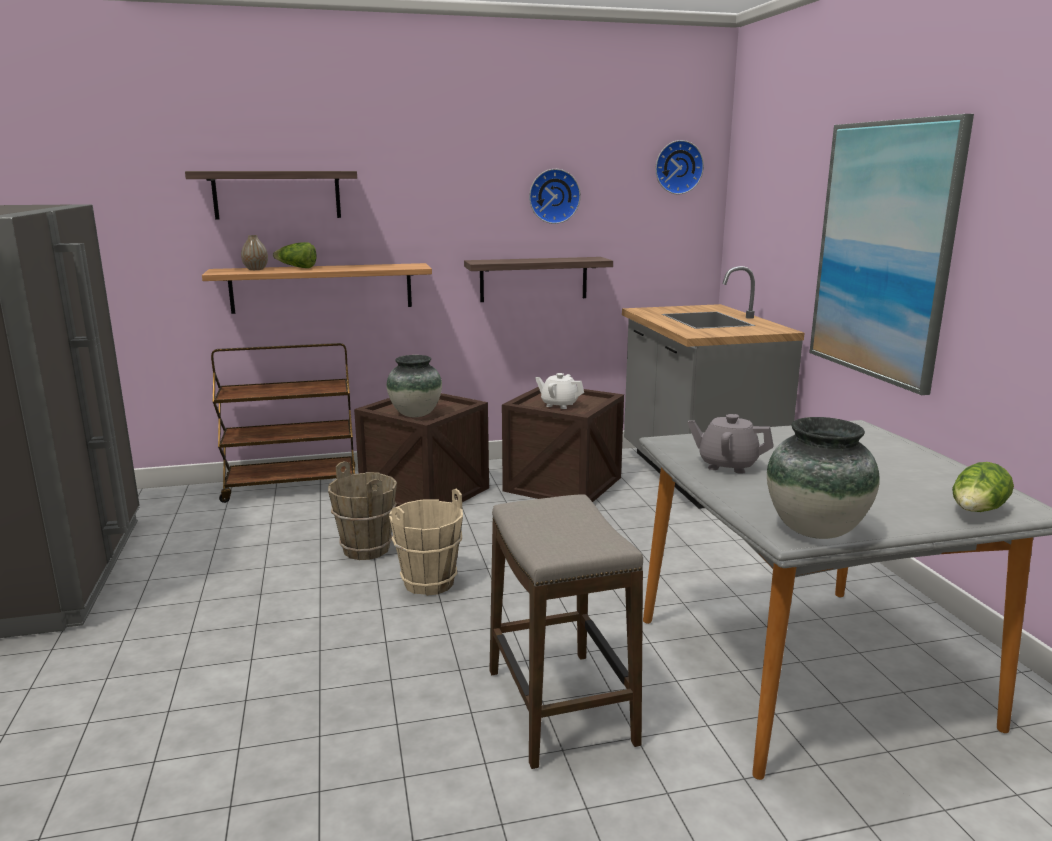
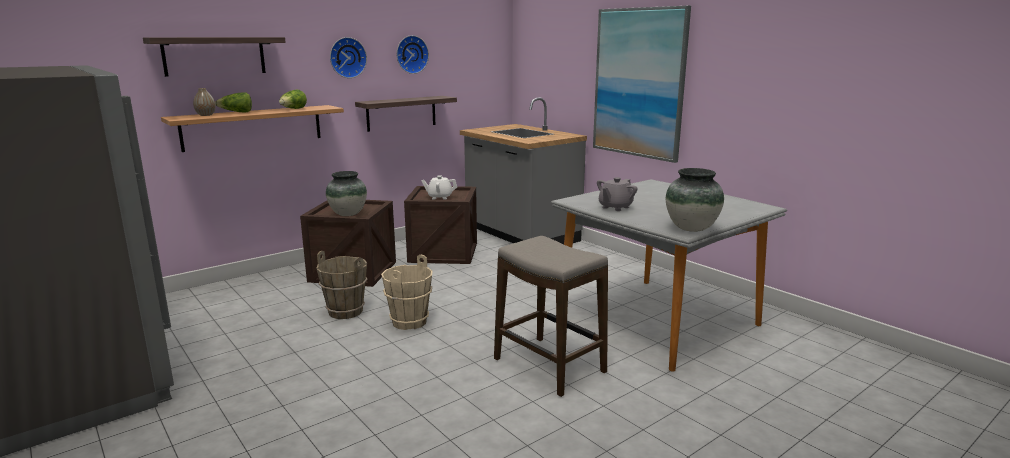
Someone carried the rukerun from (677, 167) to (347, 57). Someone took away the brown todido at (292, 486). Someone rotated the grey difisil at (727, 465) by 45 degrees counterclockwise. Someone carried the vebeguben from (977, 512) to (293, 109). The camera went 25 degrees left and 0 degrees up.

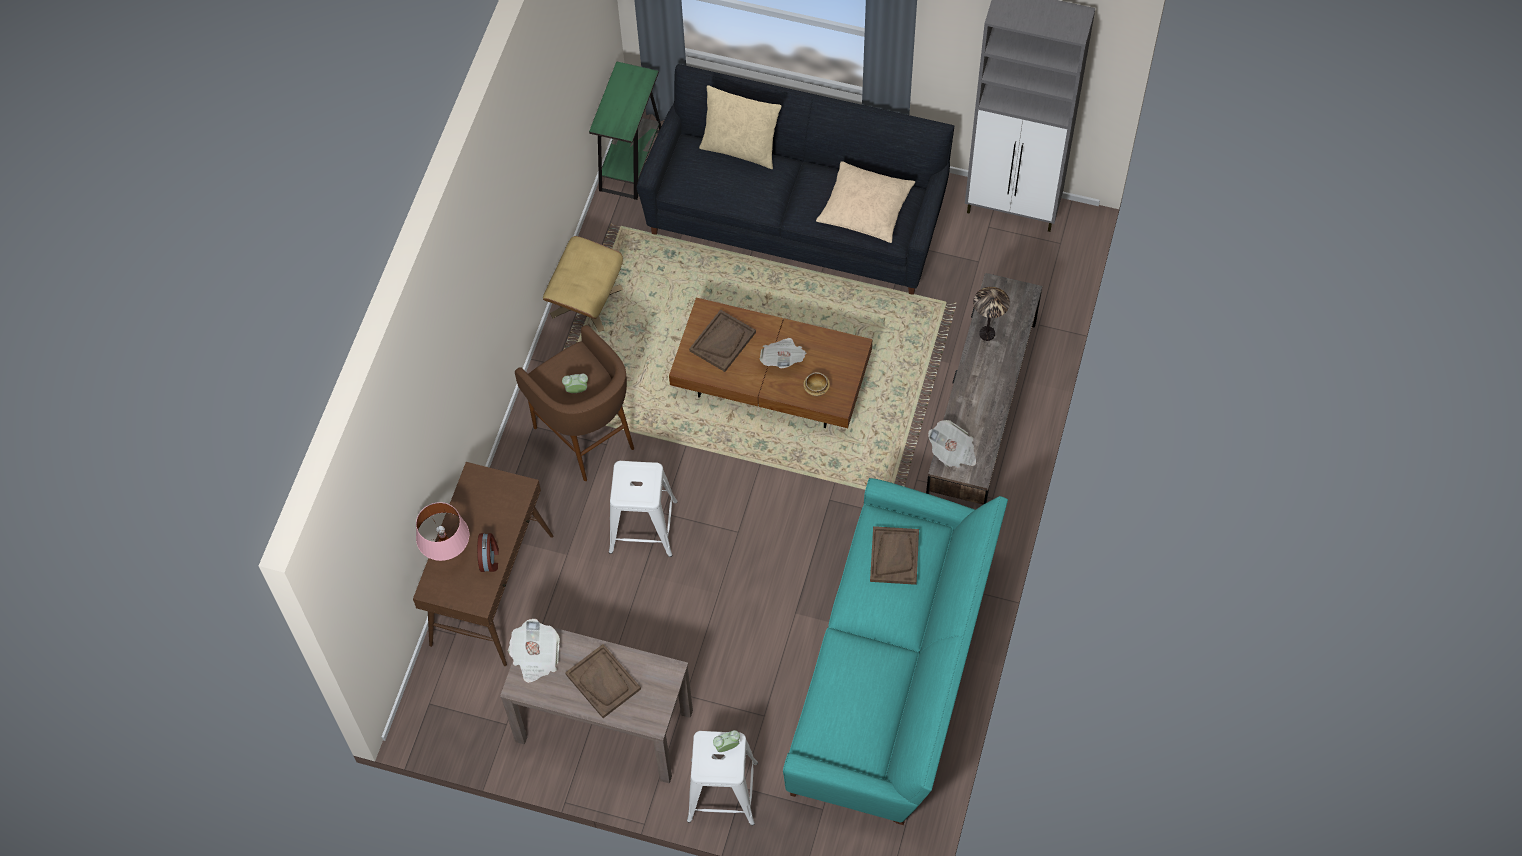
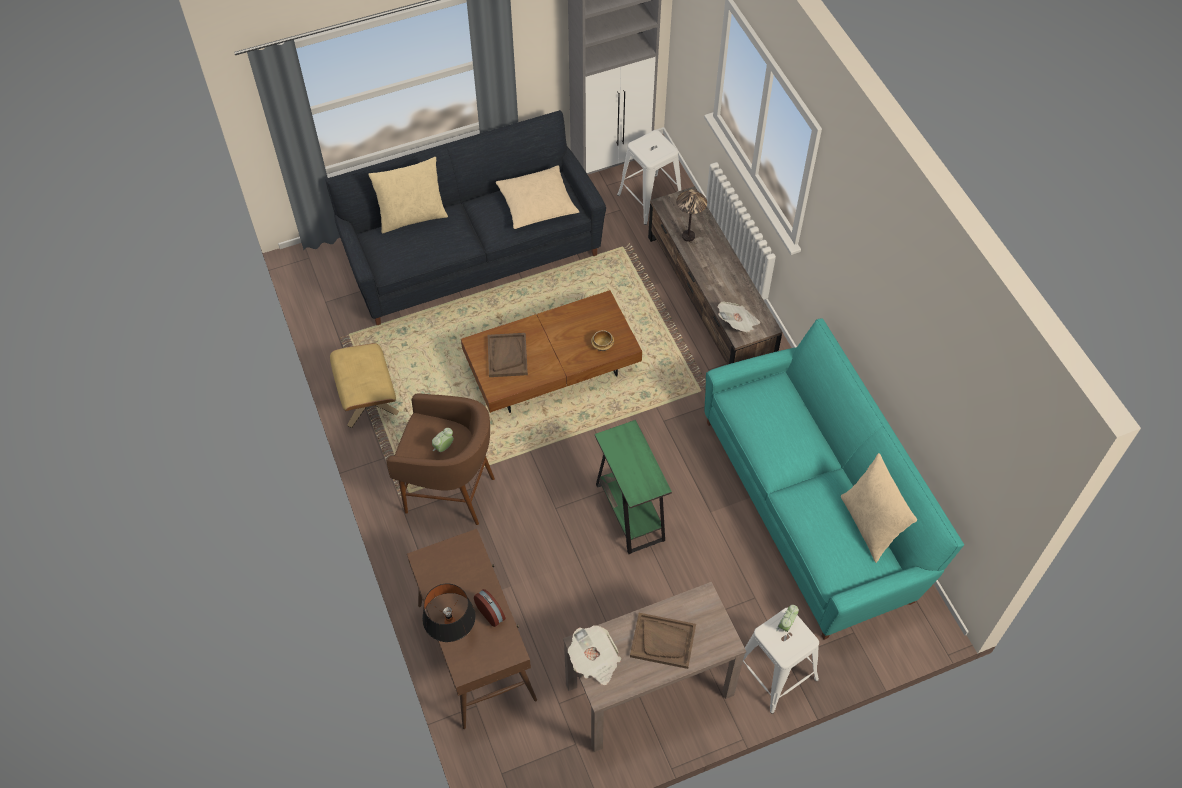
Someone carried the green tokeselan from (631, 160) to (630, 512). Someone took away the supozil at (782, 359). Someone carried the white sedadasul from (643, 526) to (650, 199). Someone repainted the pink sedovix at (447, 551), which became the black sedovix at (451, 631). Someone took away the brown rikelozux at (894, 556). Someone put down the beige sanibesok at (870, 525). The camera went 40 degrees left and 5 degrees down.

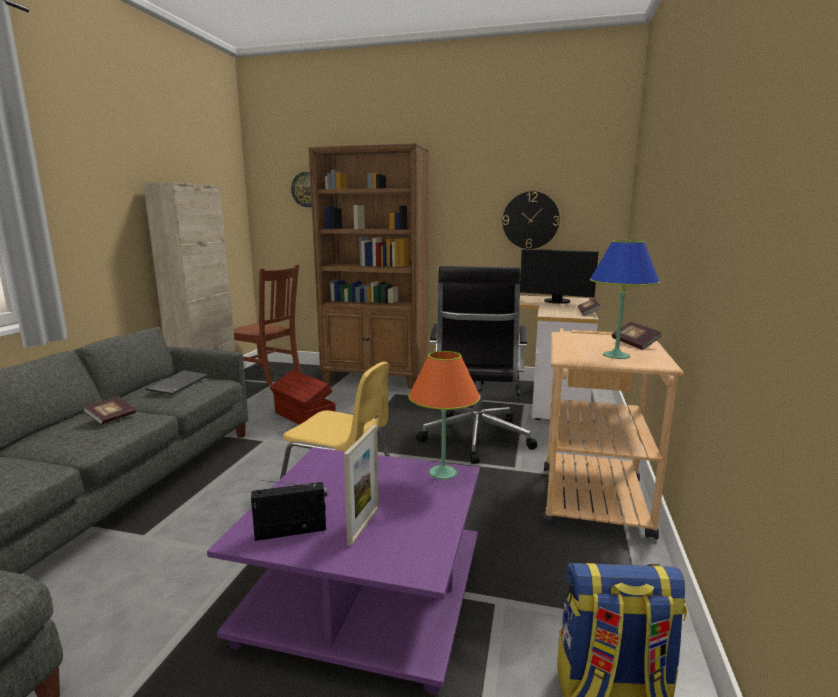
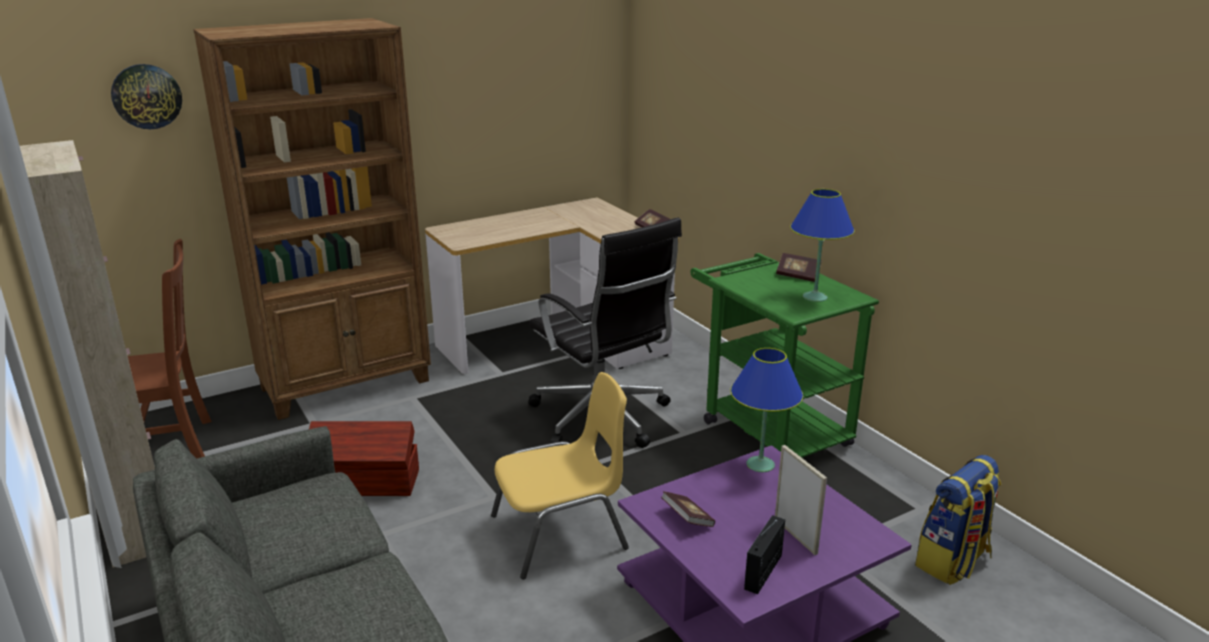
Someone took away the rukerun at (530, 220). Someone took away the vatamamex at (556, 301). Someone repainted the beige todido at (592, 493), which became the green todido at (767, 427). Someone repainted the orange sedovix at (443, 473), which became the blue sedovix at (760, 464). Someone took away the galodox at (178, 383). Someone carried the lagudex from (111, 418) to (687, 519). The camera went 45 degrees left and 10 degrees up.

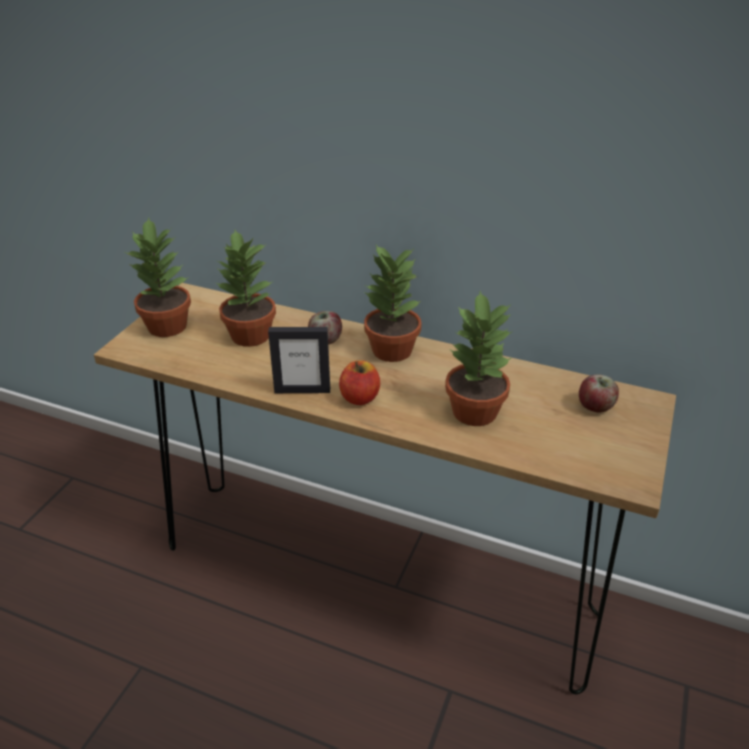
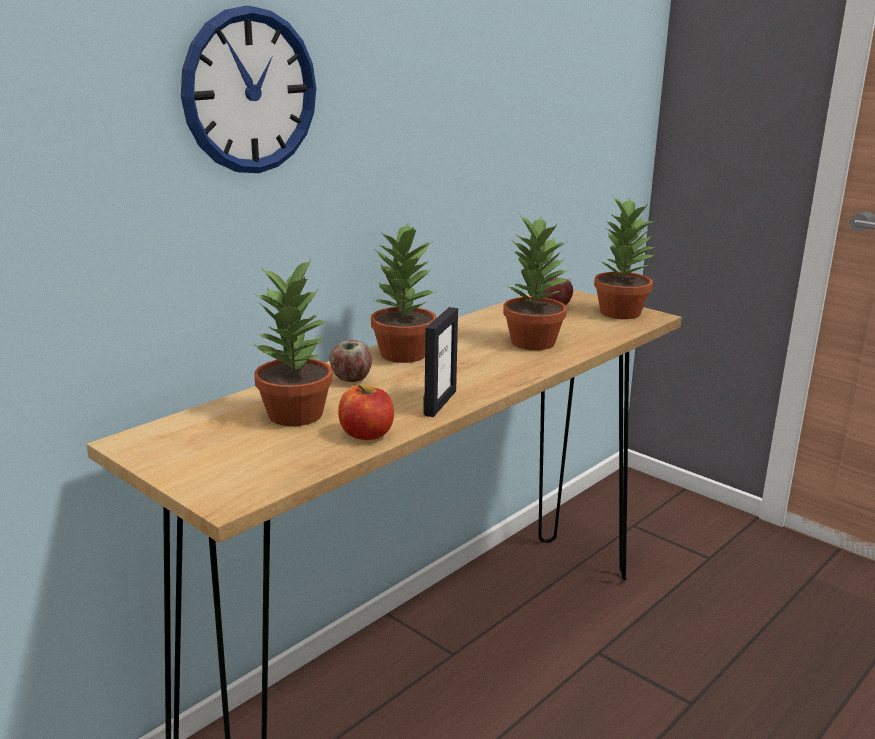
Someone carried the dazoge from (168, 326) to (619, 312). Someone carried the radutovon from (360, 397) to (366, 434). Someone put up the rukerun at (250, 91). The camera went 70 degrees left and 15 degrees down.

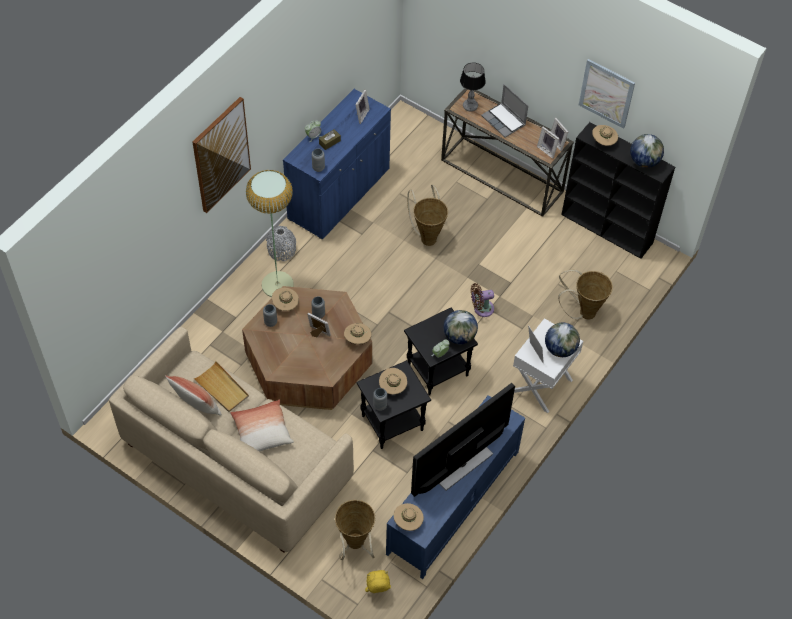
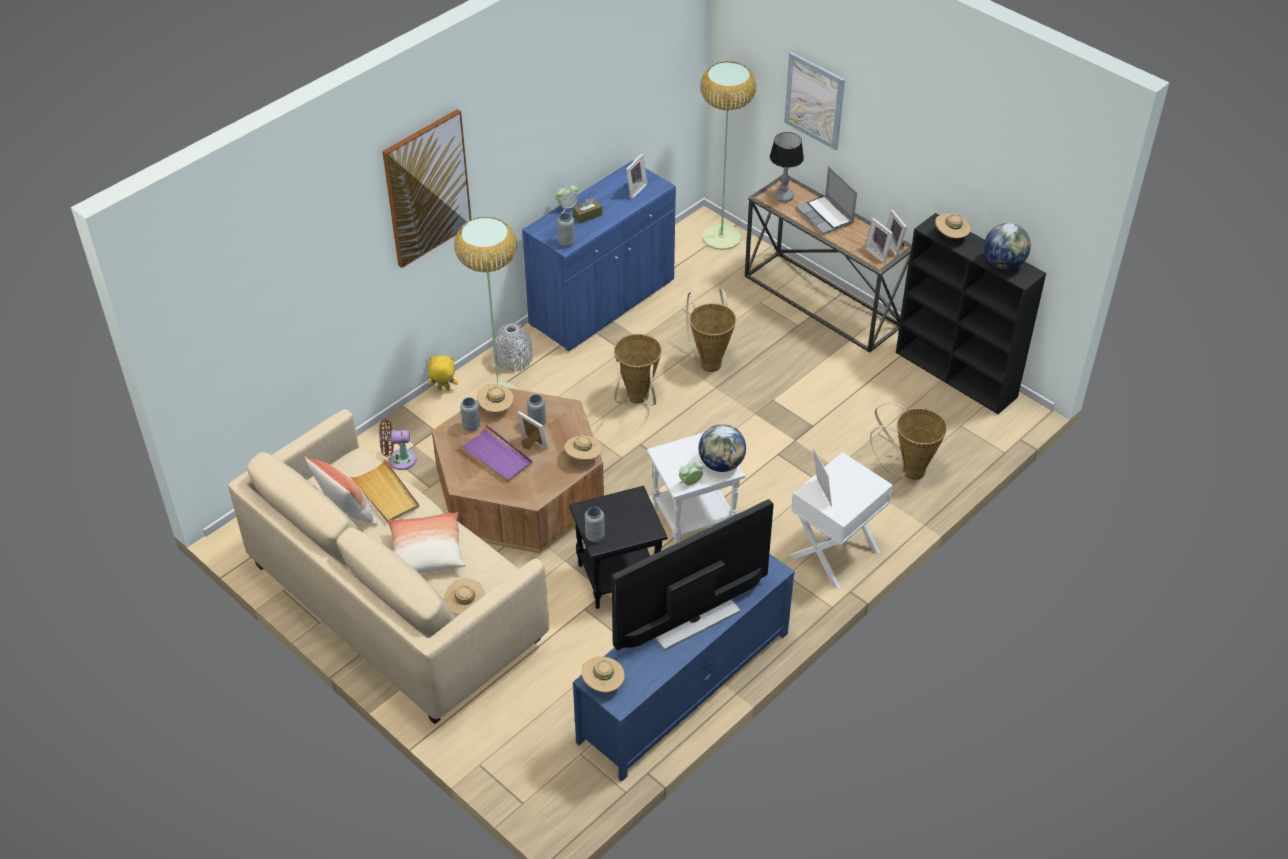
Someone carried the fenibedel from (606, 93) to (814, 100). Someone carried the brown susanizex from (481, 309) to (399, 459). Someone repainted the black tokeselan at (437, 371), which became the white tokeselan at (693, 521). Someone took away the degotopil at (560, 349). Someone carried the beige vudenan from (392, 387) to (465, 607). Someone carried the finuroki from (355, 546) to (637, 400). Someone carried the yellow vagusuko from (377, 592) to (443, 390). Someone put down the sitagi at (722, 237). Someone put down the purple rikelozux at (496, 456). The camera went 10 degrees right and 10 degrees down.

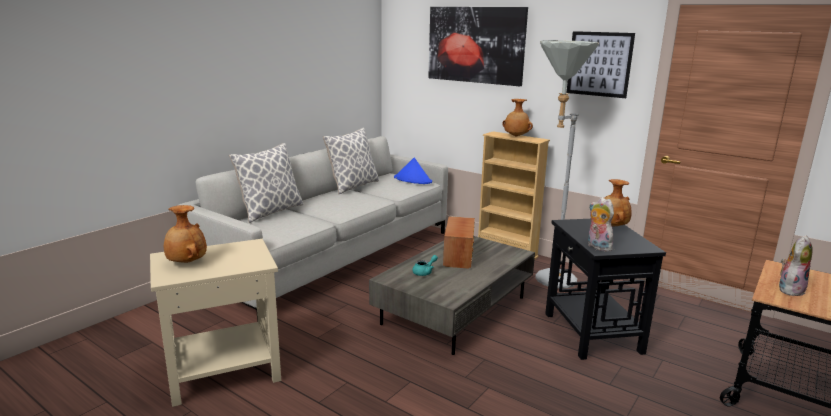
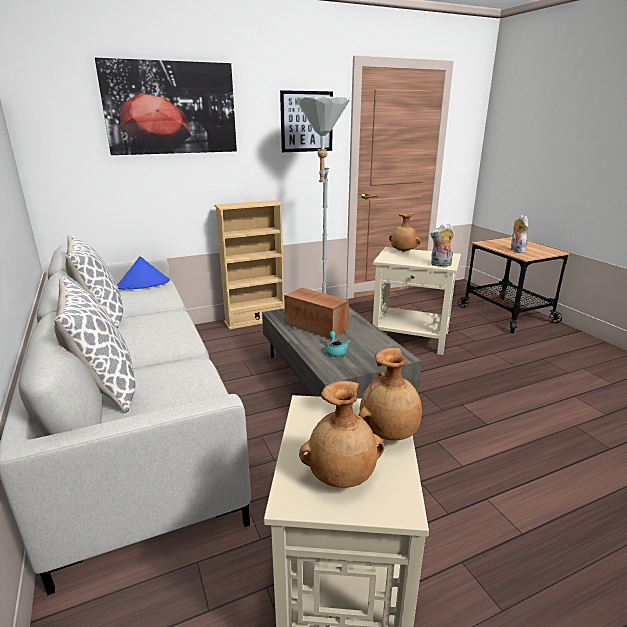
Someone carried the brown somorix from (516, 136) to (389, 433). Someone repainted the black tokeselan at (591, 333), which became the beige tokeselan at (410, 338). The camera went 60 degrees left and 5 degrees up.

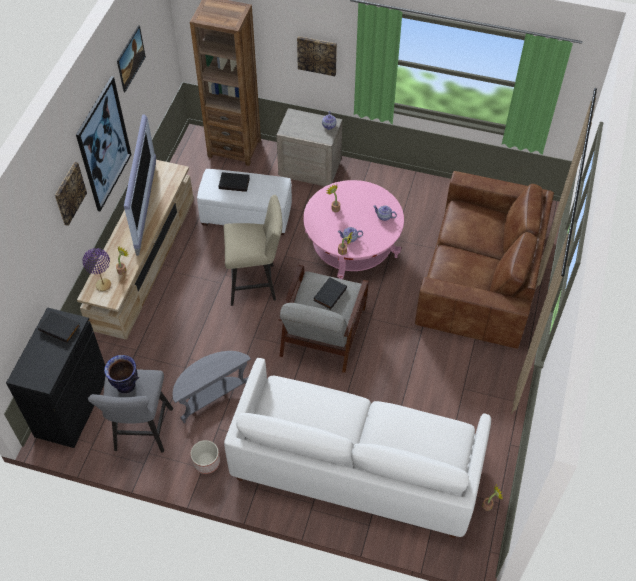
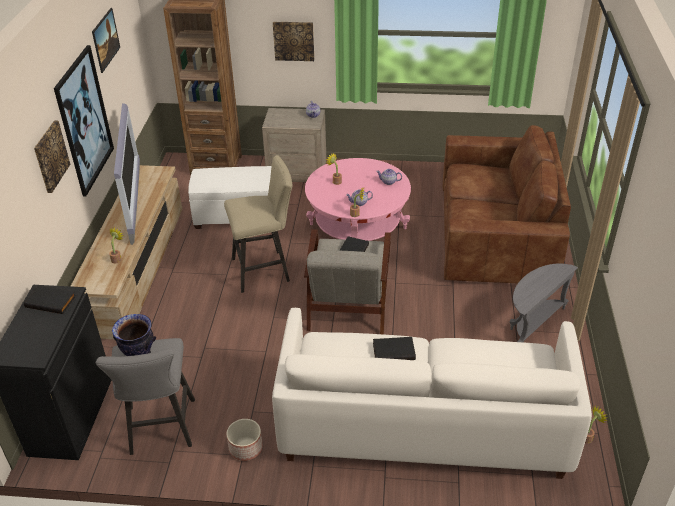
Someone carried the black lagudex from (234, 183) to (394, 351). Someone took away the purple sedovix at (103, 285). Someone carried the grey tokeselan from (211, 396) to (532, 324). The camera went 10 degrees left and 15 degrees down.

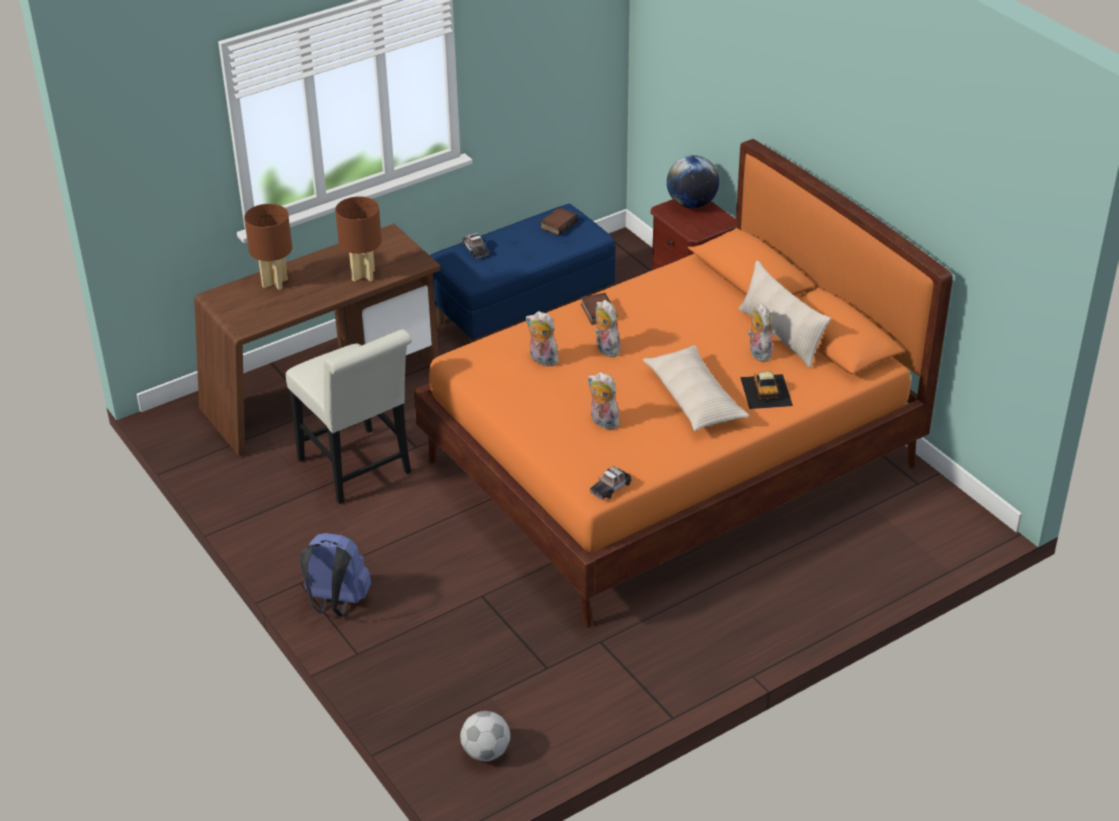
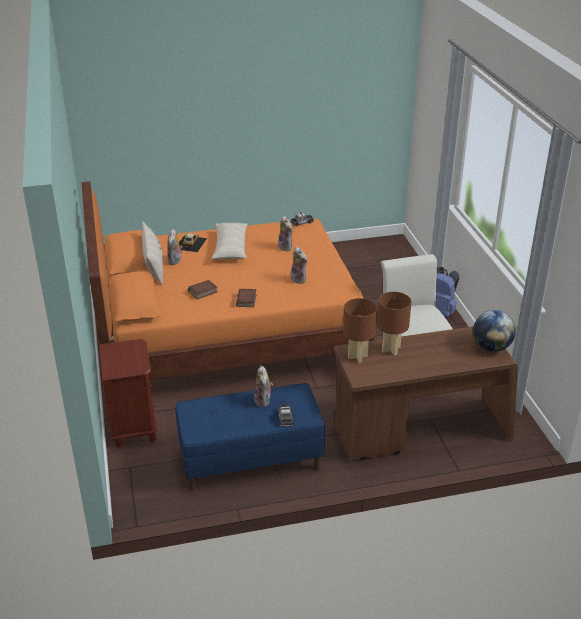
Someone carried the degotopil from (692, 204) to (491, 347). Someone carried the brown sedovix from (275, 282) to (357, 357). Someone carried the lagudex from (558, 224) to (203, 292). Someone carried the vagusuko from (605, 349) to (264, 401). Someone took away the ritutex at (486, 752). The camera went 160 degrees left and 5 degrees down.

